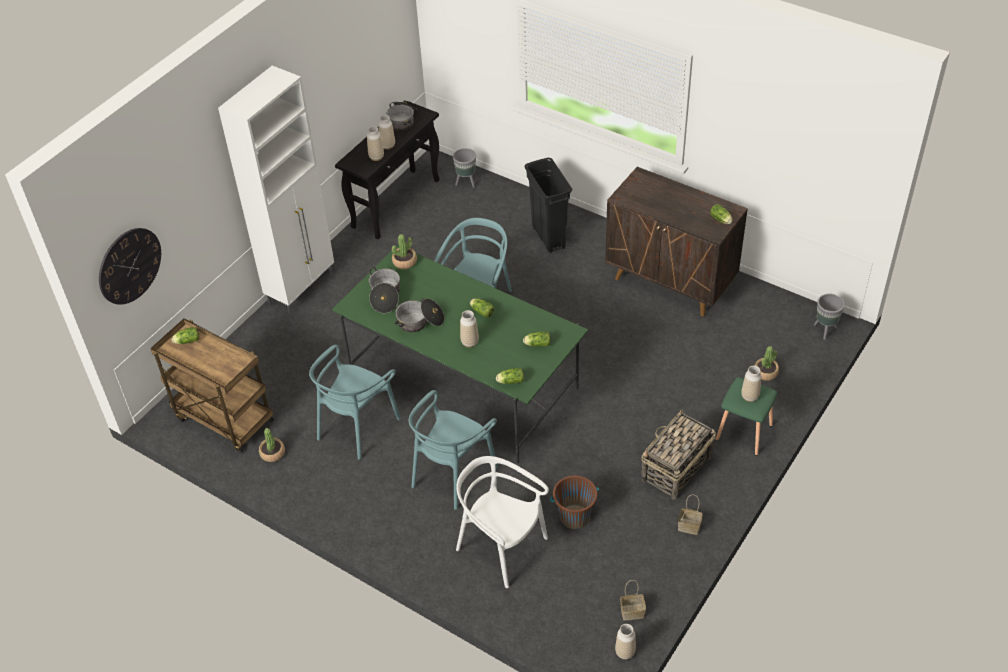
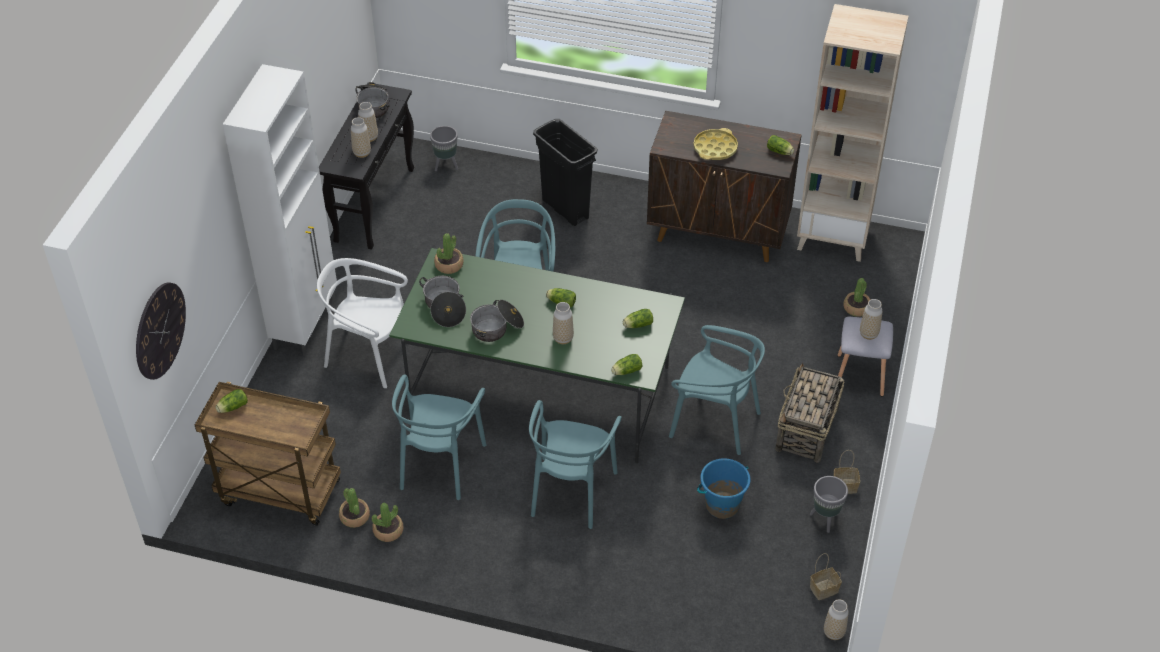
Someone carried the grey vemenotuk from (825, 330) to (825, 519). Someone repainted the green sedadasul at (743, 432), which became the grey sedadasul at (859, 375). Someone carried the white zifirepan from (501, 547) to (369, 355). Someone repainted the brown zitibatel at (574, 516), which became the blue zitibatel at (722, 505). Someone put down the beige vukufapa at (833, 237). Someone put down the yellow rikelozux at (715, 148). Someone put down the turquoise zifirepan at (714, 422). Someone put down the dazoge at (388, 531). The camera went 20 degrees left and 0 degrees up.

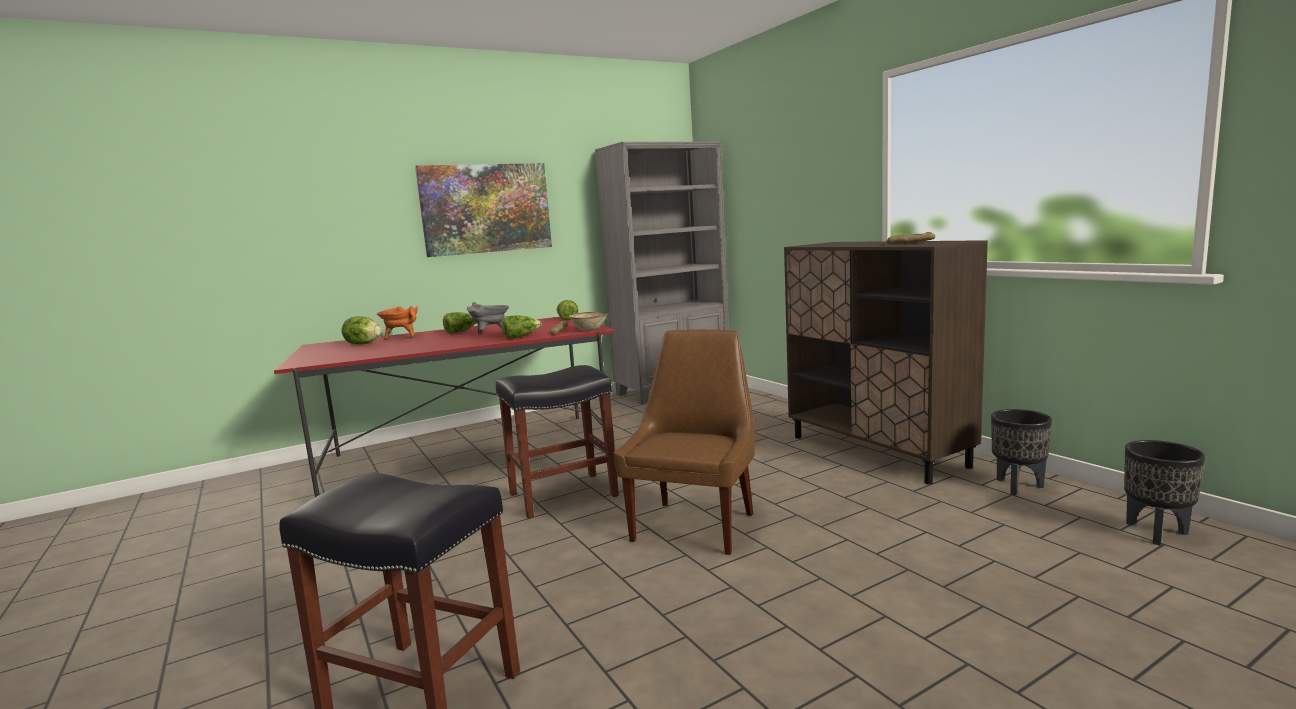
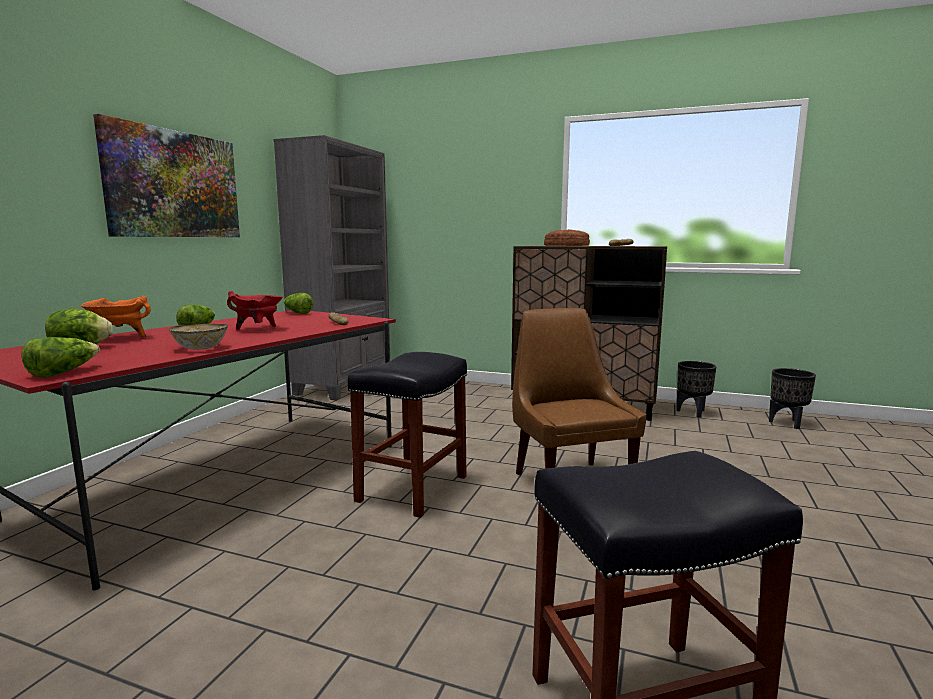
Someone repainted the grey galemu at (490, 335), which became the red galemu at (258, 329). Someone carried the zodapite from (589, 329) to (201, 348). Someone carried the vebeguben from (521, 337) to (63, 373). Someone put down the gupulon at (566, 245). The camera went 40 degrees left and 0 degrees up.

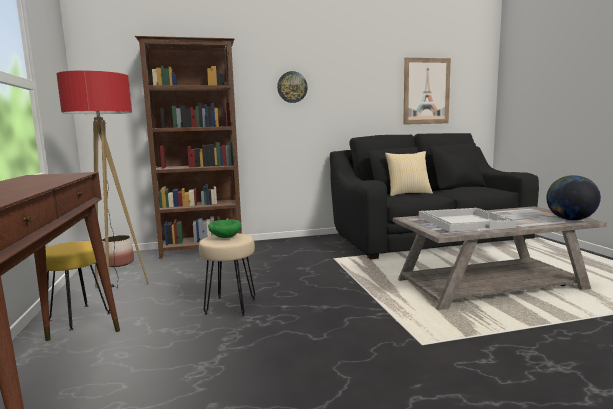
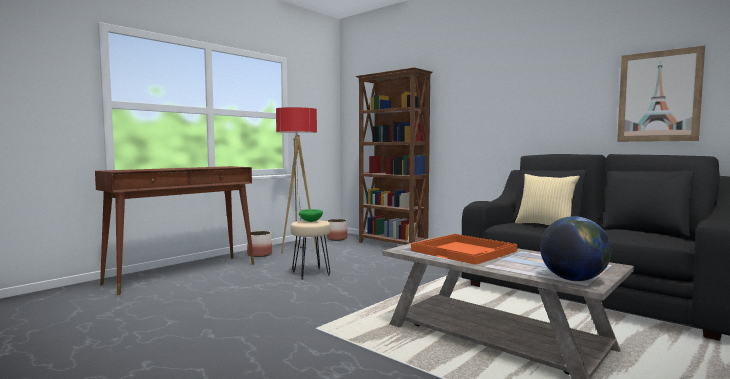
Someone took away the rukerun at (292, 87). Someone repainted the white rikelozux at (464, 221), which became the orange rikelozux at (465, 251). Someone swapped the yellow sedadasul at (79, 317) for the vemenotuk at (259, 254). The camera went 55 degrees right and 5 degrees down.

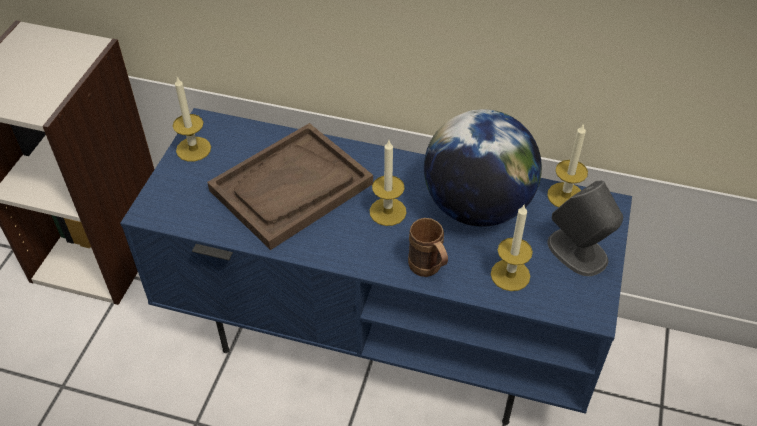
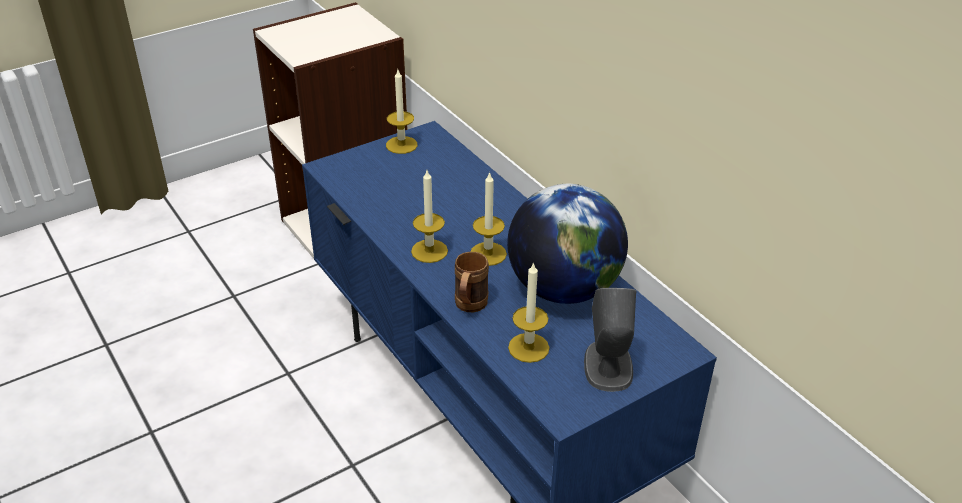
Someone took away the brown rikelozux at (291, 187). Someone carried the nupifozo from (565, 196) to (429, 251). The camera went 40 degrees right and 10 degrees down.

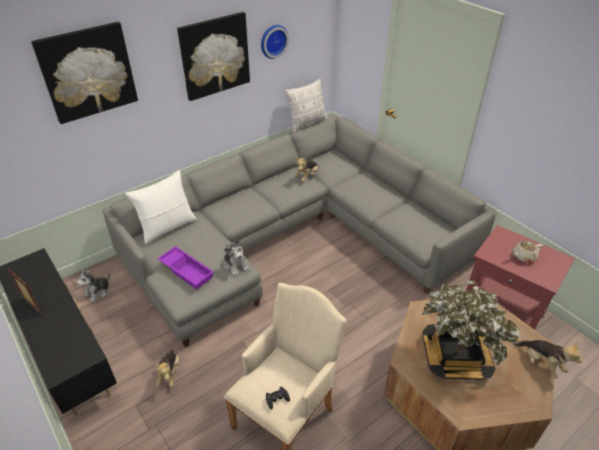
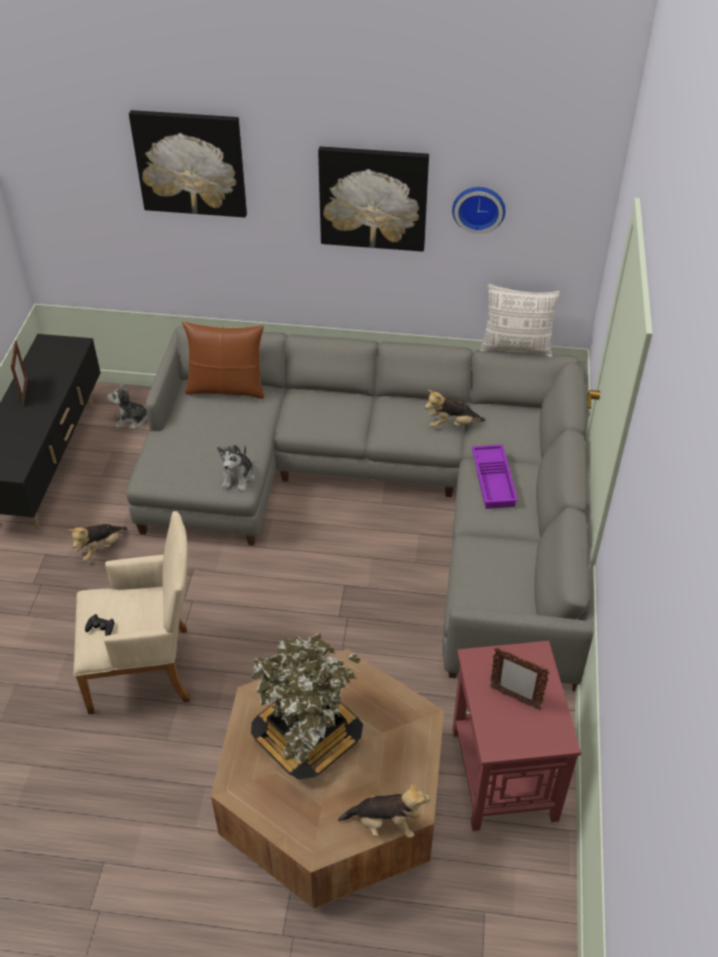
Someone repainted the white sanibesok at (167, 227), which became the brown sanibesok at (226, 388). Someone swapped the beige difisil at (523, 256) for the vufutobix at (514, 698). Someone carried the purple rikelozux from (187, 270) to (494, 480). Someone rotated the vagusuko at (541, 363) by 90 degrees counterclockwise. The camera went 45 degrees right and 5 degrees up.

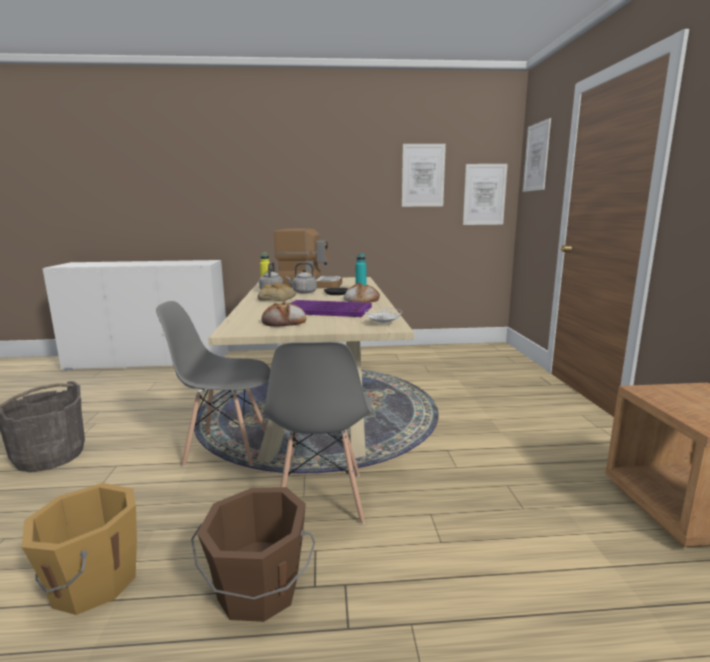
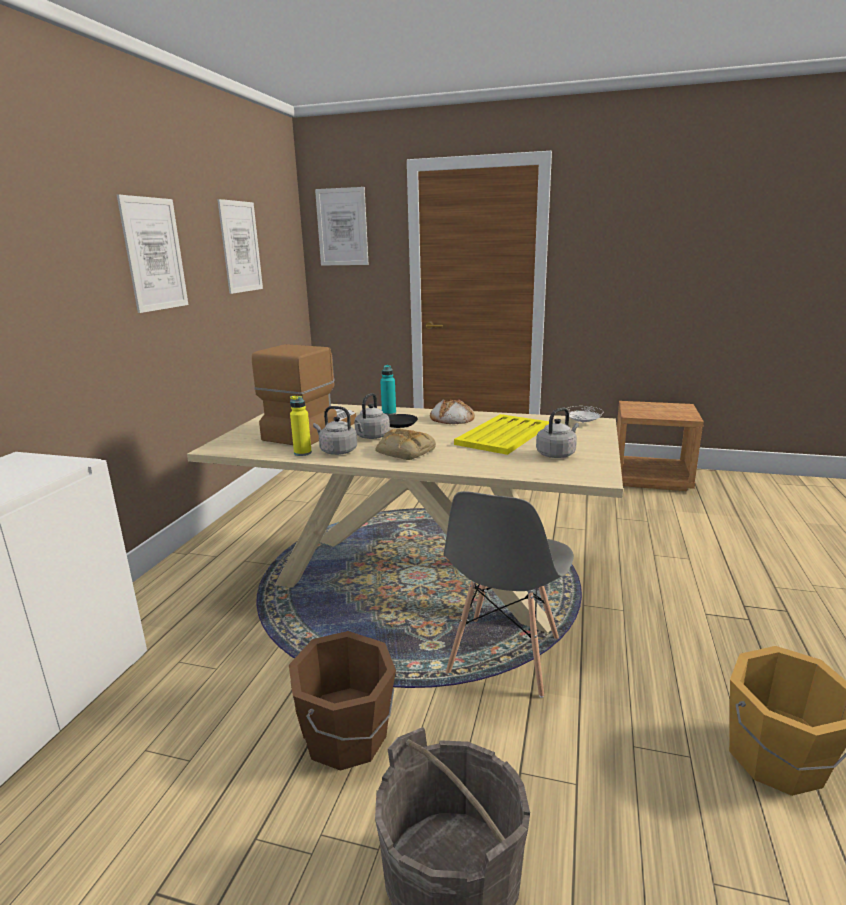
Someone carried the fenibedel from (484, 194) to (154, 254). Someone repainted the purple rikelozux at (325, 310), which became the yellow rikelozux at (502, 435). Someone swapped the gupulon at (284, 321) for the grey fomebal at (557, 454). Someone took away the grey zifirepan at (320, 499). Someone carried the brown zitibatel from (258, 590) to (348, 737). The camera went 70 degrees left and 5 degrees up.

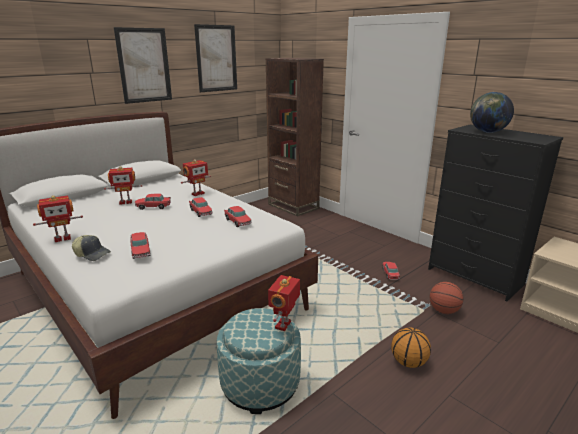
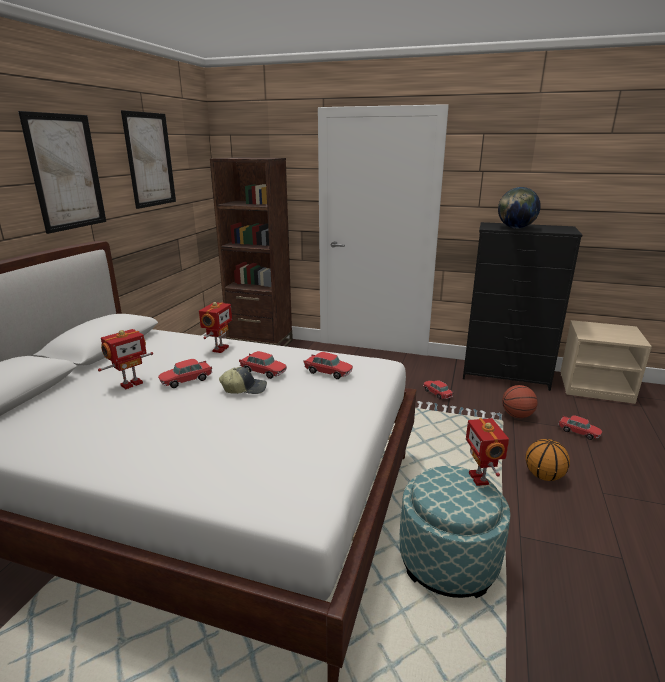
Someone took away the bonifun at (62, 238). Someone carried the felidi from (140, 251) to (578, 432). Someone carried the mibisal from (92, 254) to (244, 388). The camera went 30 degrees left and 0 degrees up.

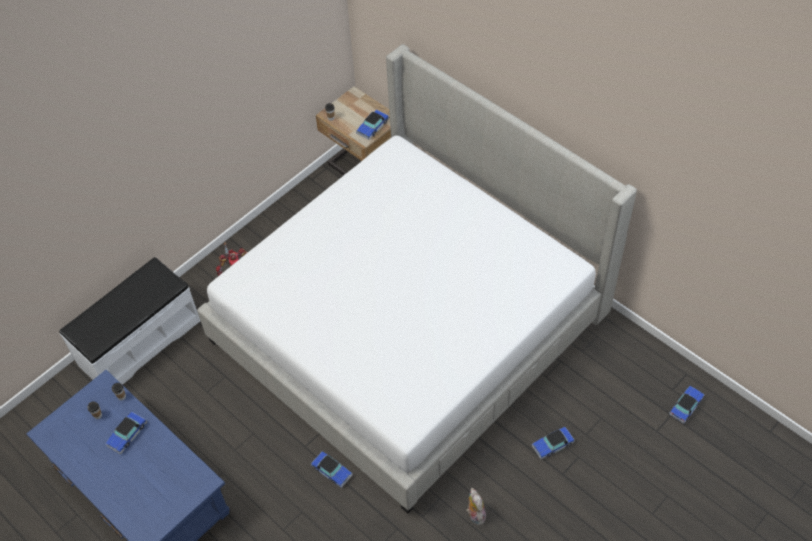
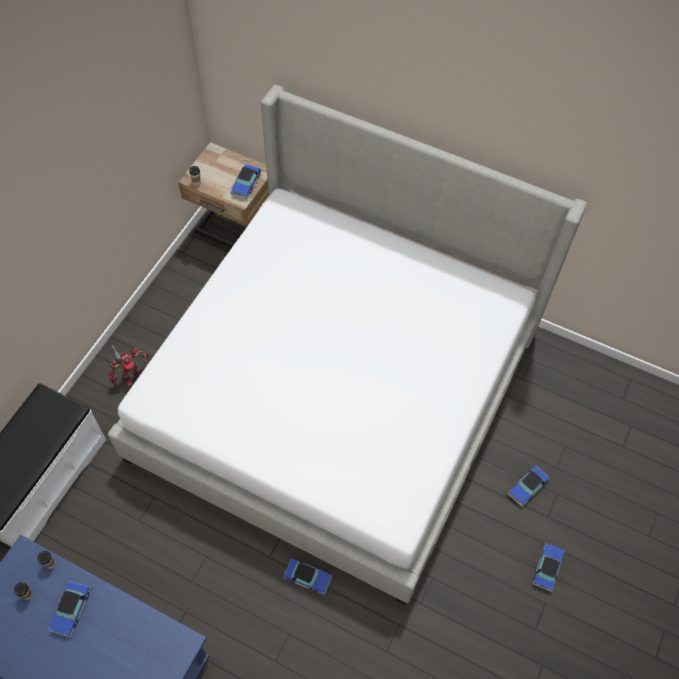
Someone carried the felidi from (686, 406) to (547, 568). Someone took away the vagusuko at (475, 514). The camera went 20 degrees left and 5 degrees up.

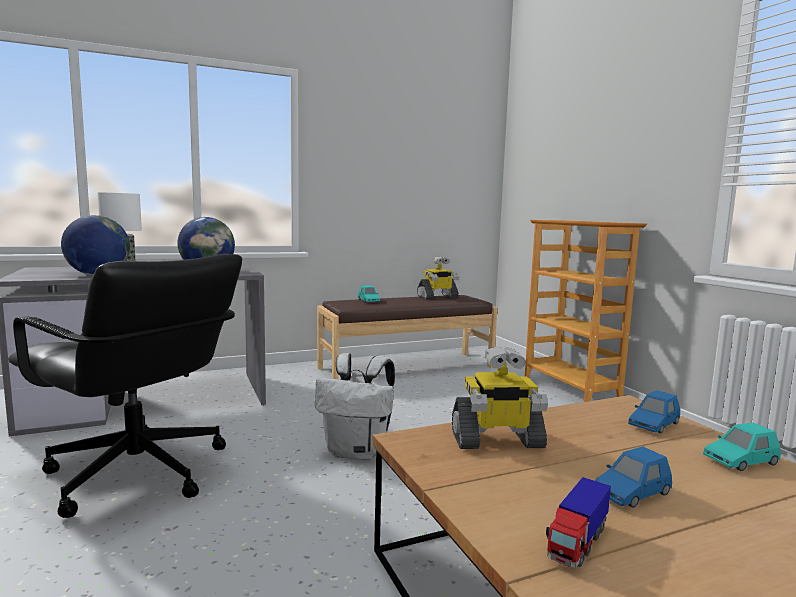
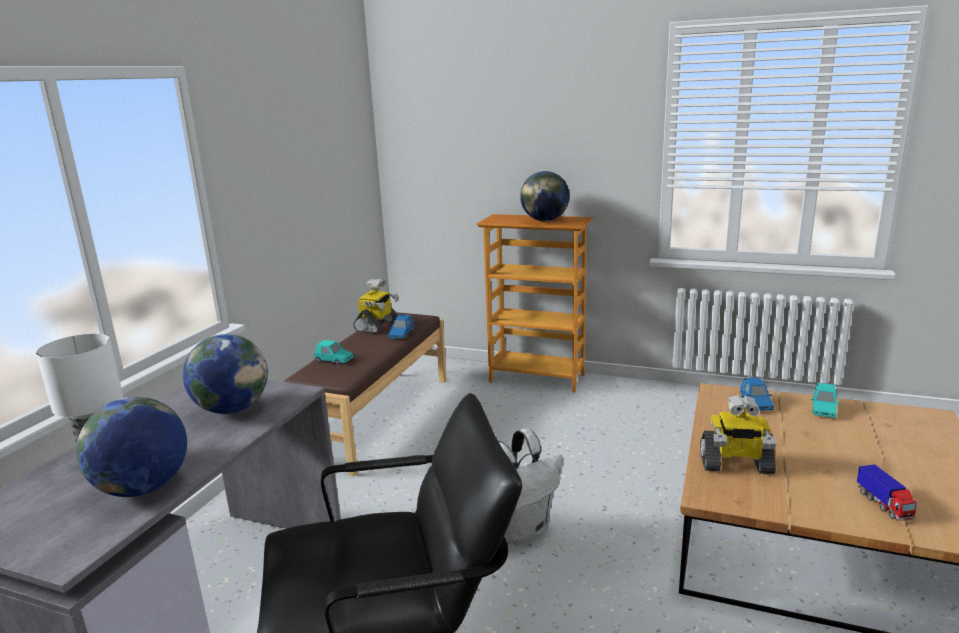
Someone rotated the bonifun at (496, 440) by 60 degrees clockwise. Someone carried the blue felidi from (631, 493) to (401, 334). Someone put down the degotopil at (544, 221). The camera went 45 degrees left and 10 degrees up.

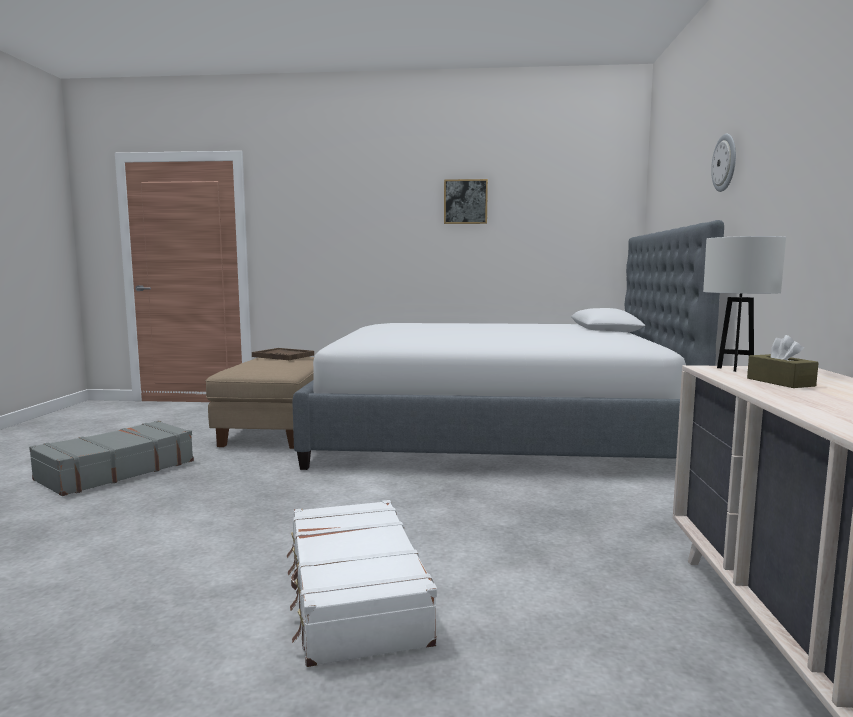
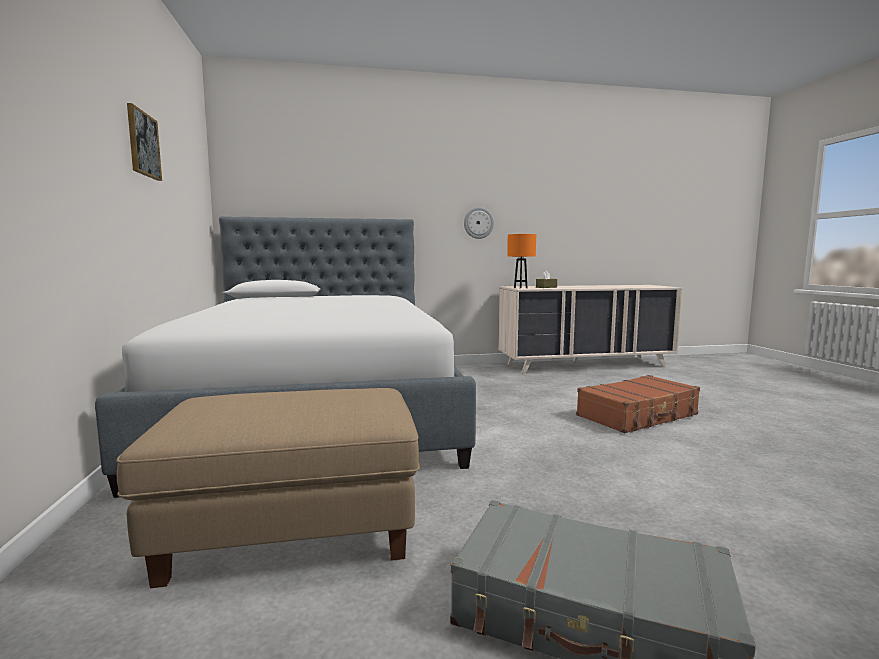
Someone carried the rukerun from (725, 163) to (478, 223). Someone repainted the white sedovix at (735, 369), which became the orange sedovix at (520, 288). Someone took away the brown rikelozux at (283, 356). Someone repainted the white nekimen at (354, 595), which became the brown nekimen at (638, 415). The camera went 105 degrees left and 0 degrees up.

